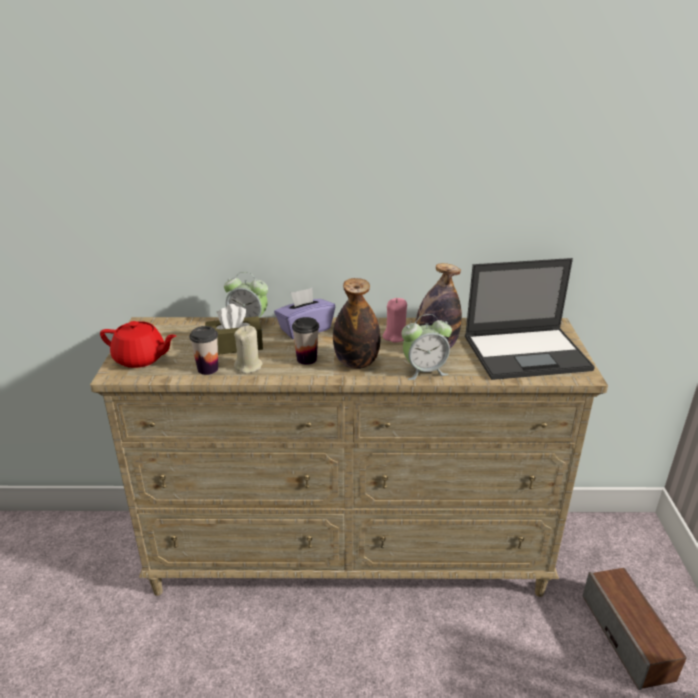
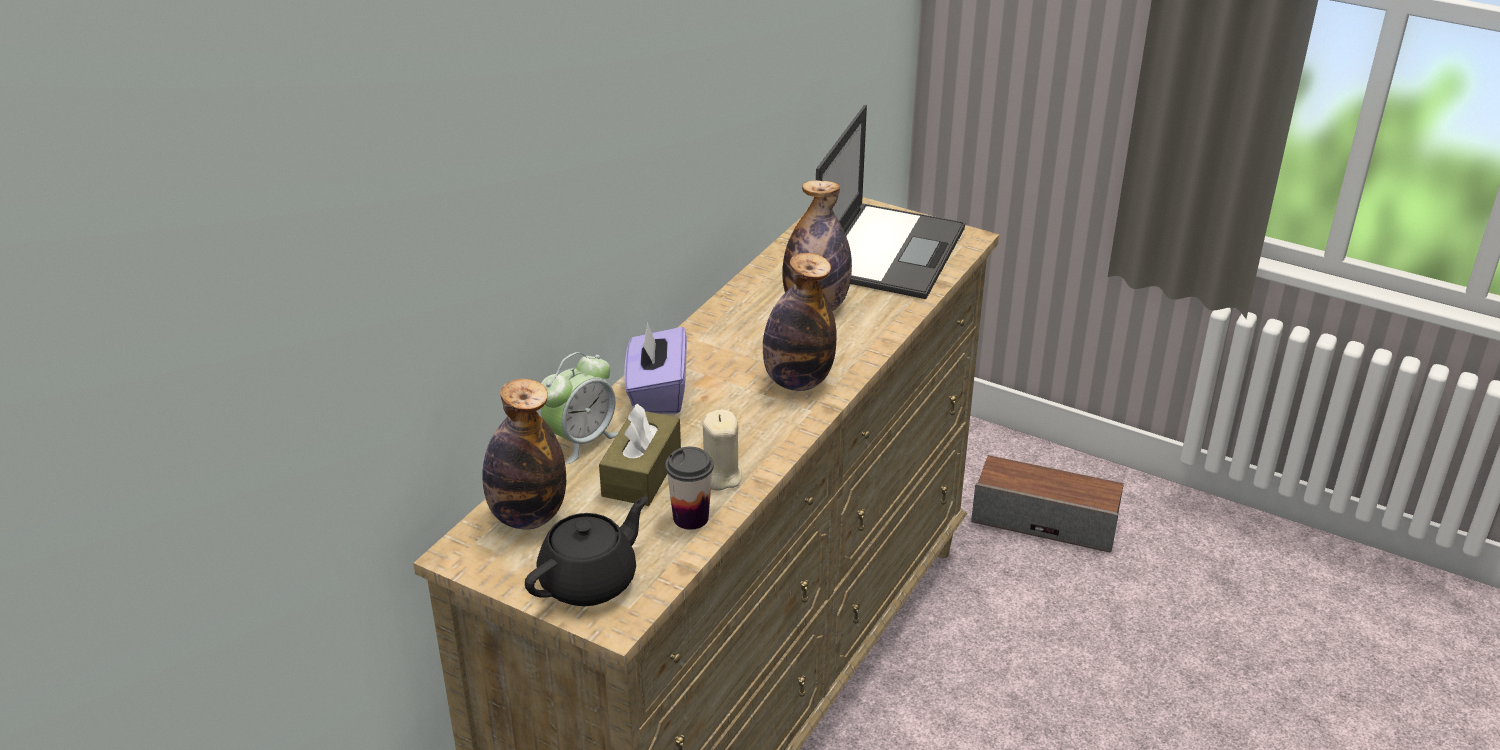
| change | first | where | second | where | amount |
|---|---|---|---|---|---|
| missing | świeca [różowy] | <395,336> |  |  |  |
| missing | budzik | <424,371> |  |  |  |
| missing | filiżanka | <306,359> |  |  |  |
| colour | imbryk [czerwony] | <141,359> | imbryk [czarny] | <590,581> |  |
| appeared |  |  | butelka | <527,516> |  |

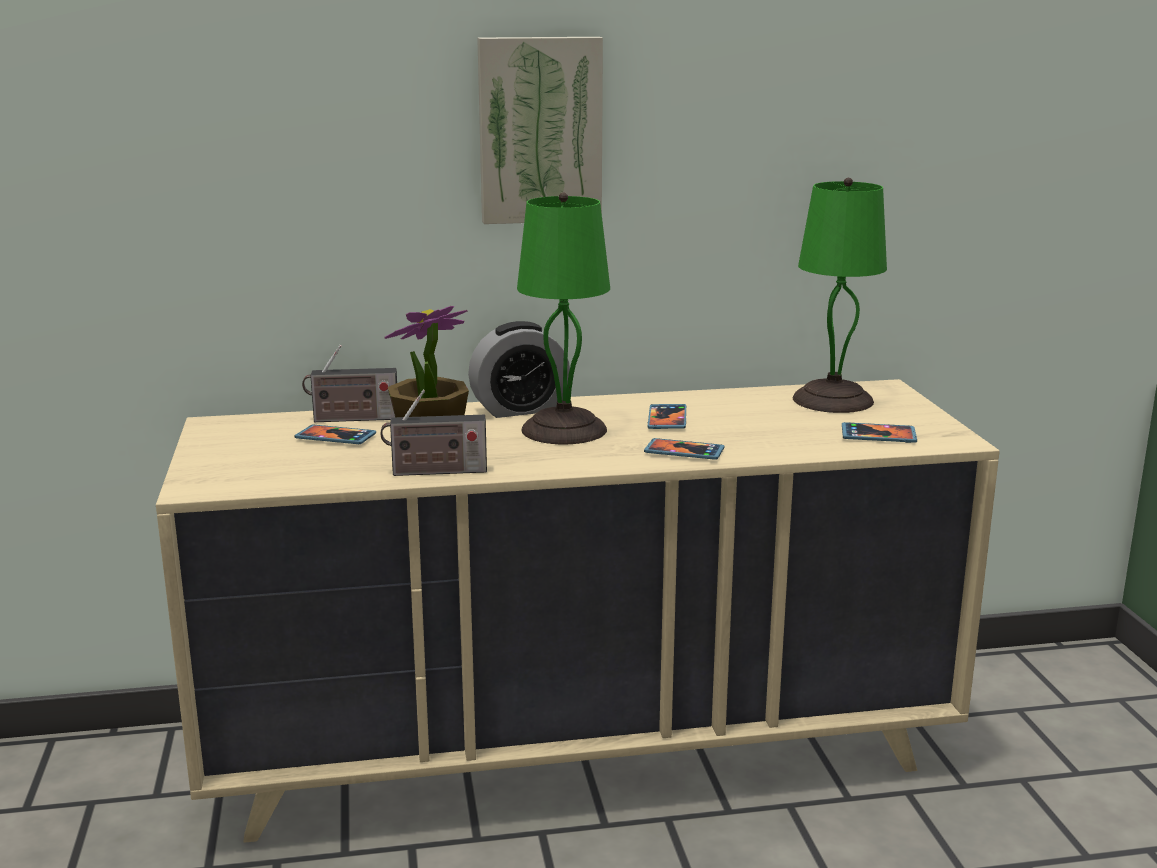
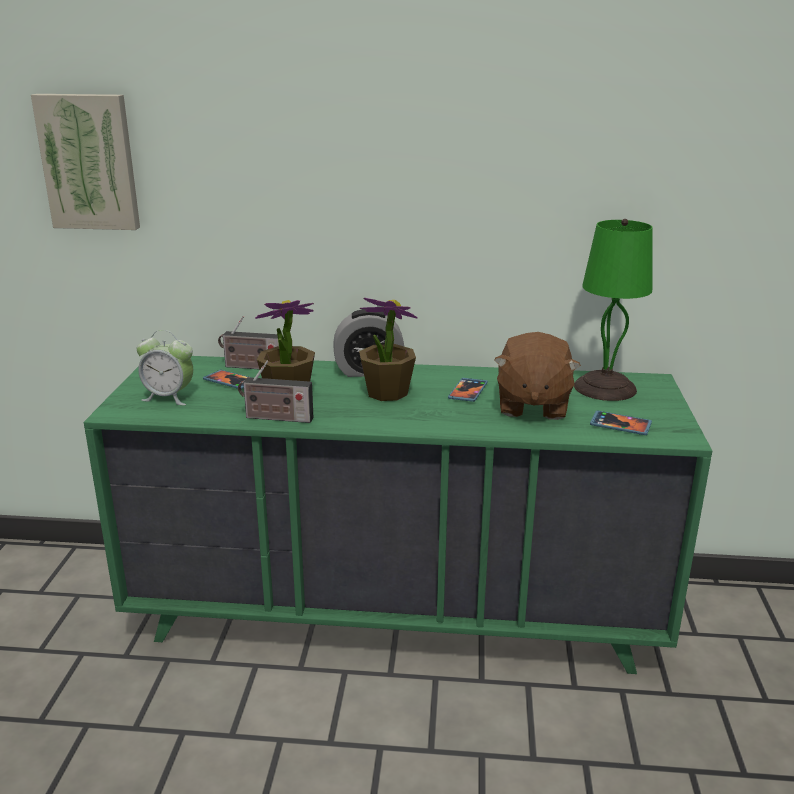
| change | first | where | second | where | amount |
|---|---|---|---|---|---|
| relocated | obraz | <539,130> |  | <90,162> |  |
| exchanged | lampa stołowa [zielony] | <562,430> | roślina doniczkowa | <386,392> |  |
| colour | komoda [beżowy] | <580,750> | komoda [zielony] | <397,613> |  |
| missing | telefon | <684,452> |  |  |  |
| appeared |  |  | budzik | <169,397> |  |
| appeared |  |  | pluszak [brązowy] | <532,405> |  |

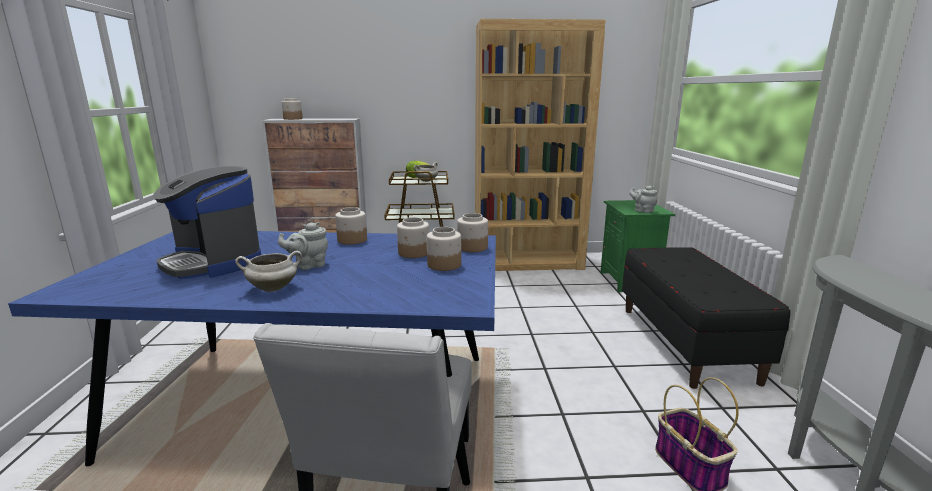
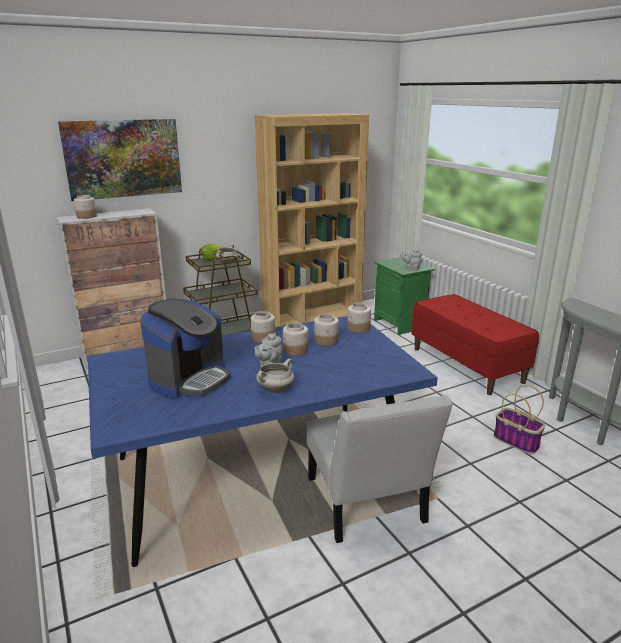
| change | first | where | second | where | amount |
|---|---|---|---|---|---|
| spun | ekspres do kawy | <213,262> |  | <189,379> | 75 degrees counterclockwise |
| relocated | słoik | <444,265> |  | <295,350> |  |
| colour | ławka [czarny] | <686,343> | ławka [czerwony] | <467,365> |  |
| appeared |  |  | obraz | <123,158> |  |

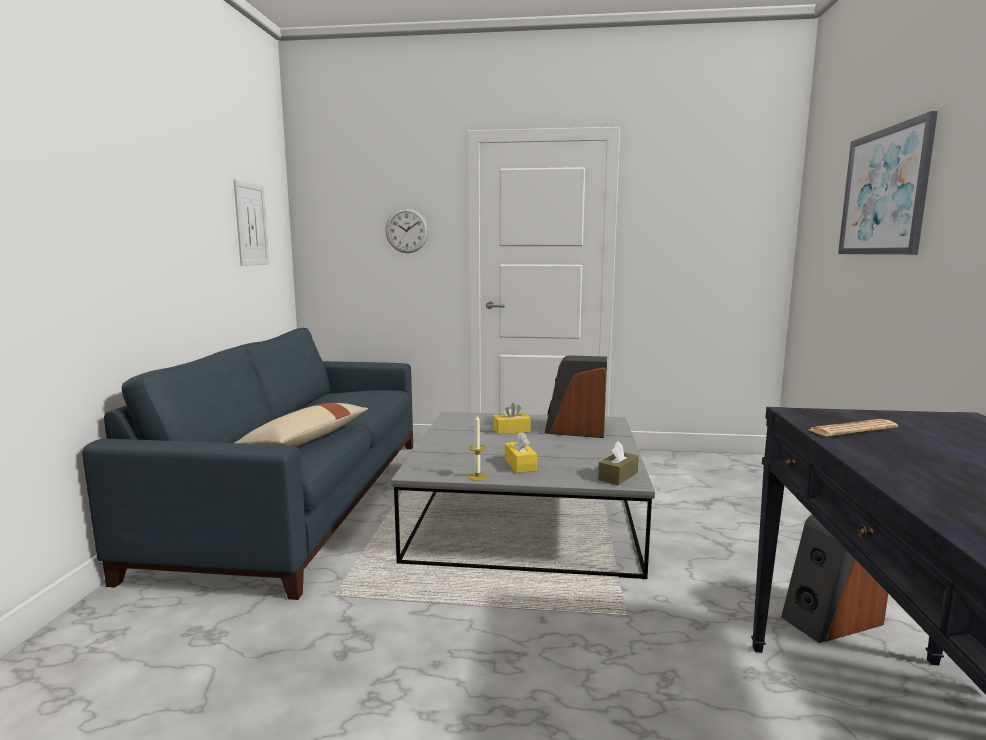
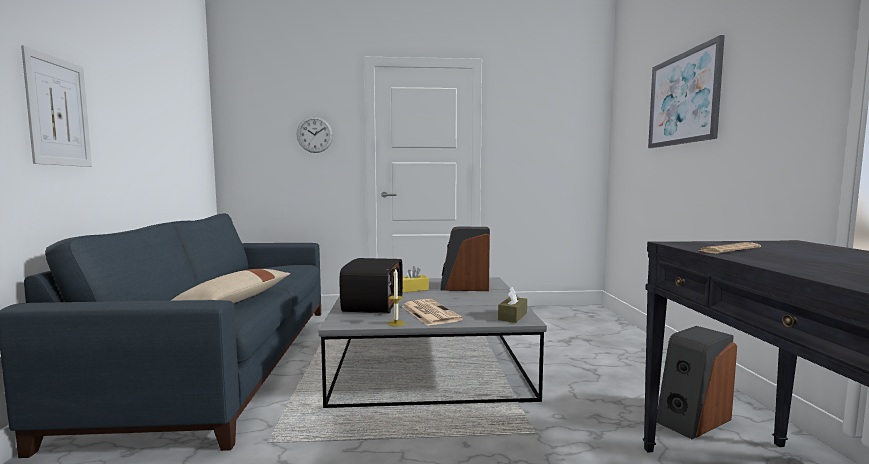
| change | first | where | second | where | amount |
|---|---|---|---|---|---|
| relocated | obraz | <251,224> |  | <58,111> |  |
| exchanged | pudełko chusteczek [żółty] | <520,465> | gazeta | <429,313> |  |
| appeared |  |  | radio | <372,304> |  |

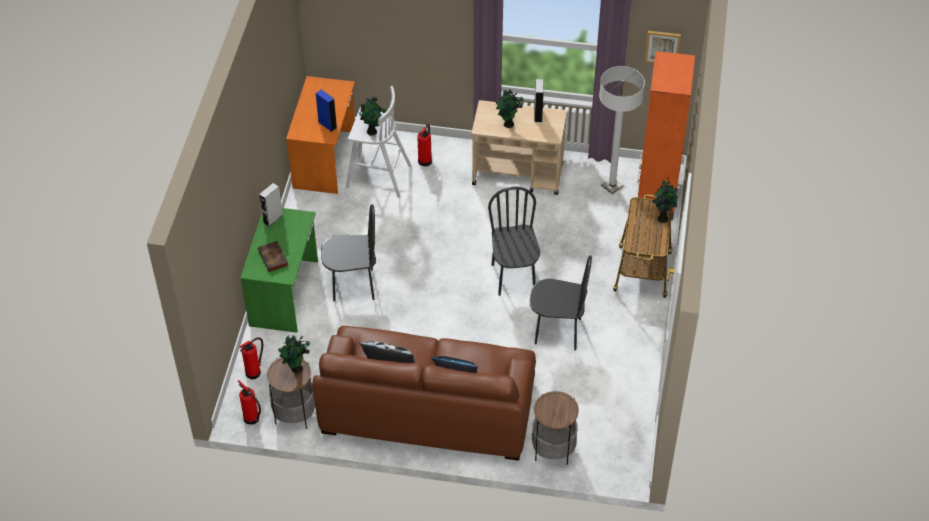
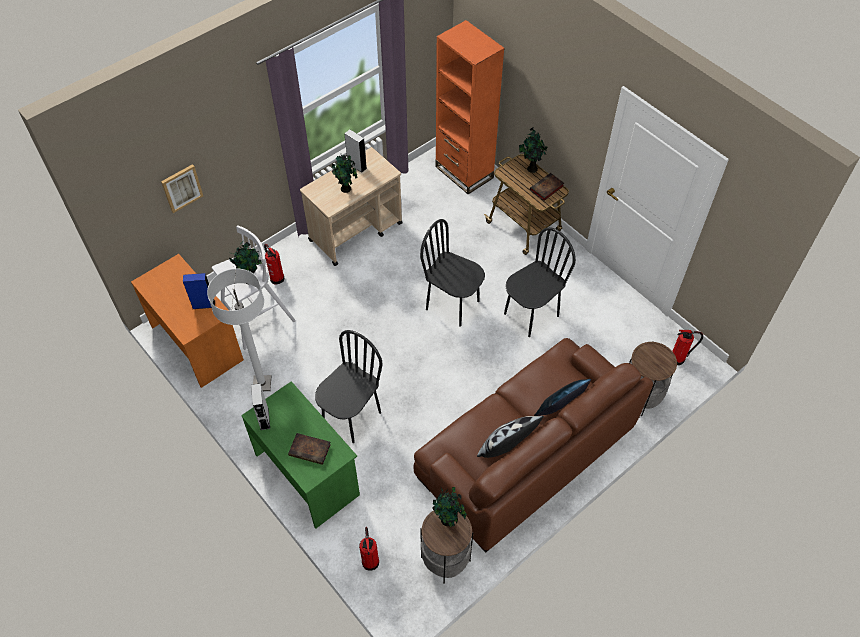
| change | first | where | second | where | amount |
|---|---|---|---|---|---|
| relocated | obraz | <662,47> |  | <181,188> |  |
| relocated | lampa stojąca [biały] | <612,186> |  | <262,384> |  |
| relocated | gaśnica | <252,419> |  | <678,359> |  |
| appeared |  |  | książka | <546,189> |  |

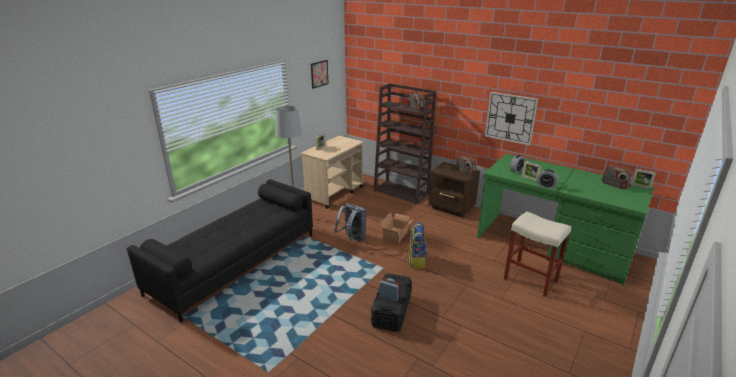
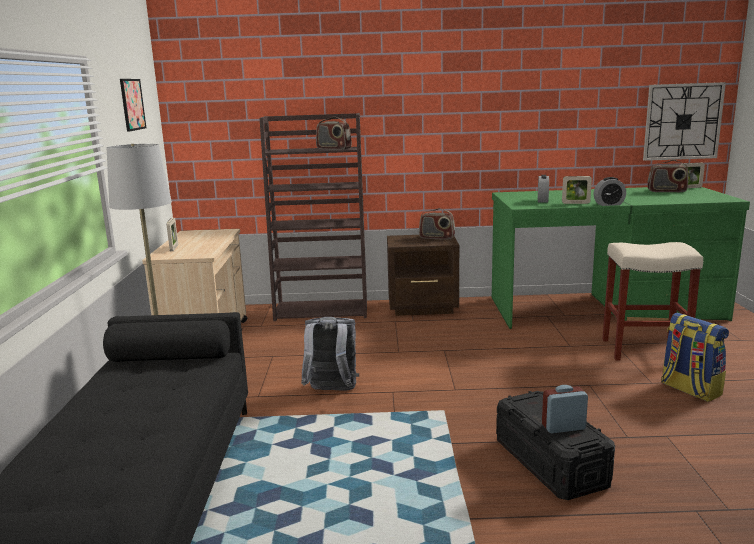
| change | first | where | second | where | amount |
|---|---|---|---|---|---|
| relocated | zegar ścienny | <510,118> |  | <682,121> |  |
| missing | karton | <396,235> |  |  |  |
| relocated | plecak | <416,261> |  | <689,390> |  |

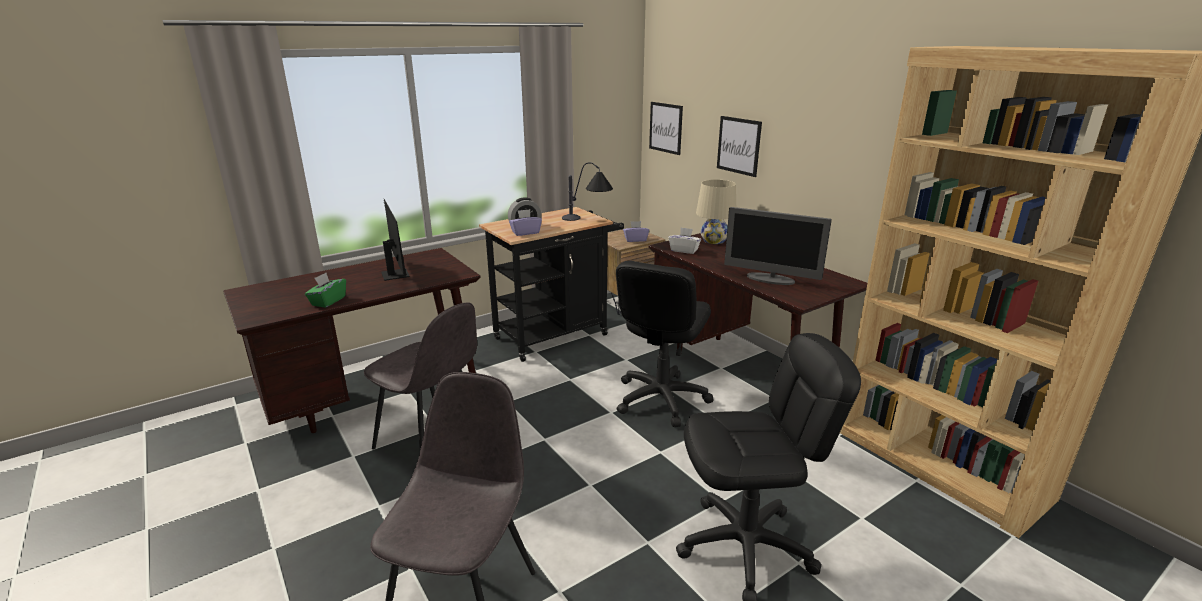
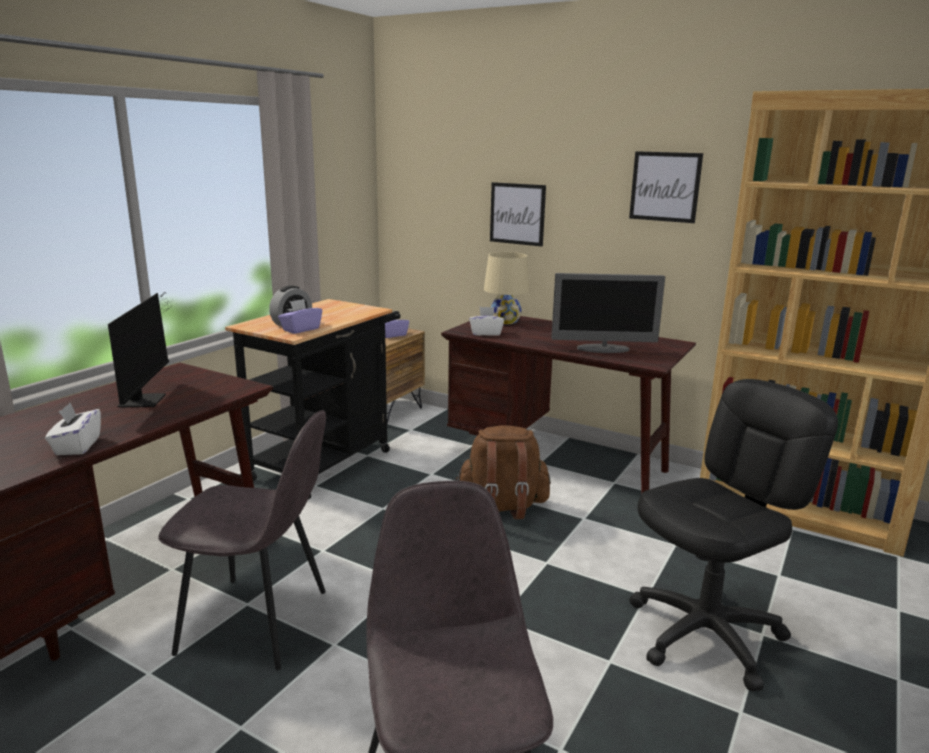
| change | first | where | second | where | amount |
|---|---|---|---|---|---|
| relocated | obraz | <665,128> |  | <665,187> |  |
| missing | lampa stołowa | <588,220> |  |  |  |
| spun | monitor | <396,273> |  | <146,398> | 45 degrees clockwise |
| exchanged | krzesło biurowe [czarny] | <661,399> | plecak [brązowy] | <502,507> |  |
| colour | pudełko chusteczek [zielony] | <328,301> | pudełko chusteczek [biały] | <77,446> |  |

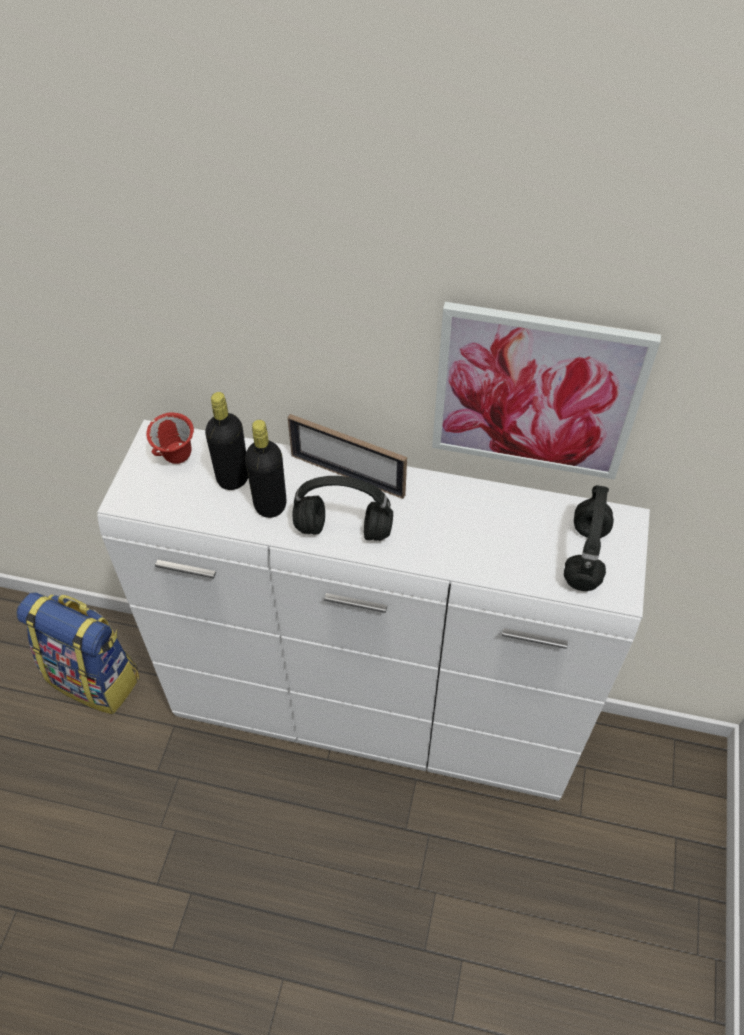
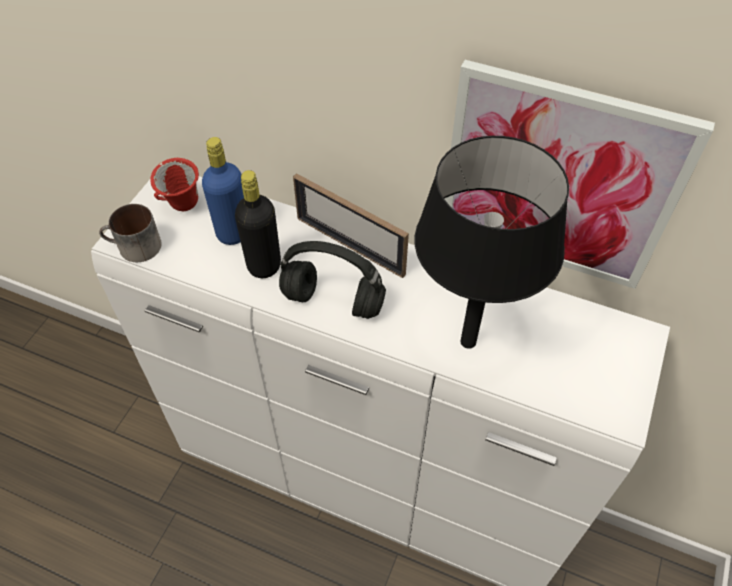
| change | first | where | second | where | amount |
|---|---|---|---|---|---|
| colour | butelka [czarny] | <233,478> | butelka [niebieski] | <233,233> |  |
| missing | słuchawki [czarny] | <585,557> |  |  |  |
| missing | plecak | <95,678> |  |  |  |
| appeared |  |  | lampa stołowa [czarny] | <468,342> |  |
| appeared |  |  | kubek | <134,248> |  |

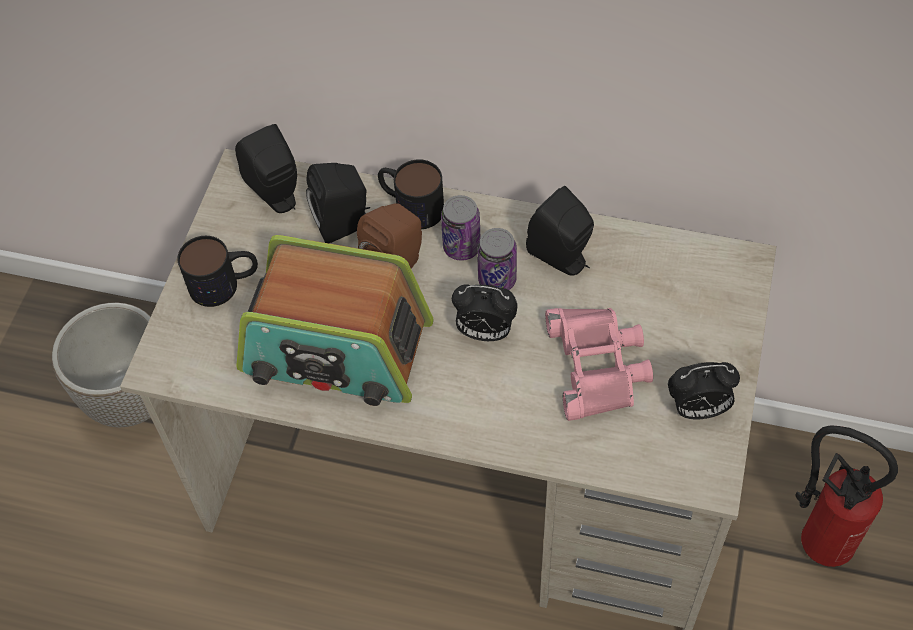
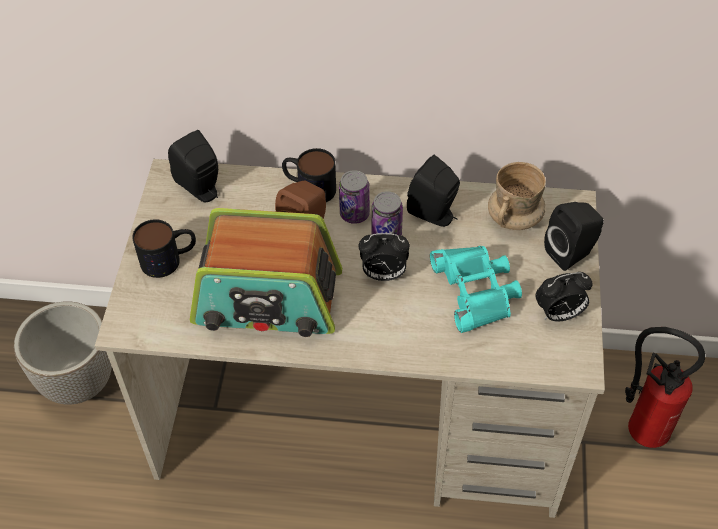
| change | first | where | second | where | amount |
|---|---|---|---|---|---|
| relocated | głośnik [czarny] | <345,224> |  | <572,253> |  |
| colour | lornetka [różowy] | <598,365> | lornetka [turkusowy] | <476,290> |  |
| appeared |  |  | kubek [beżowy] | <514,219> |  |

